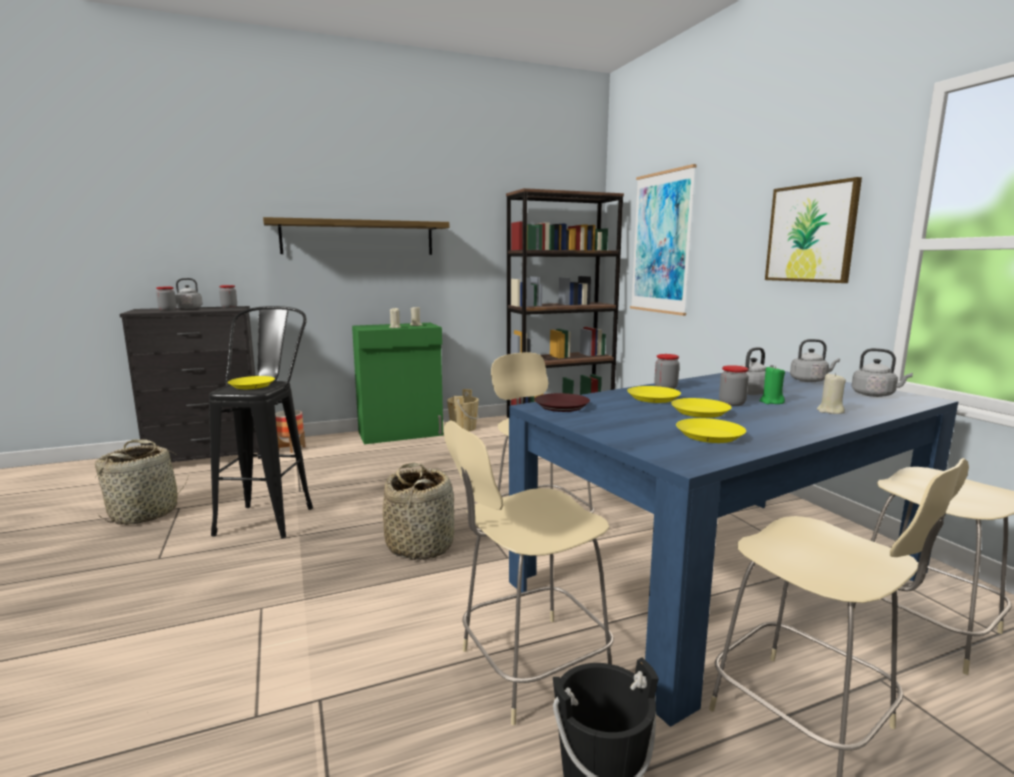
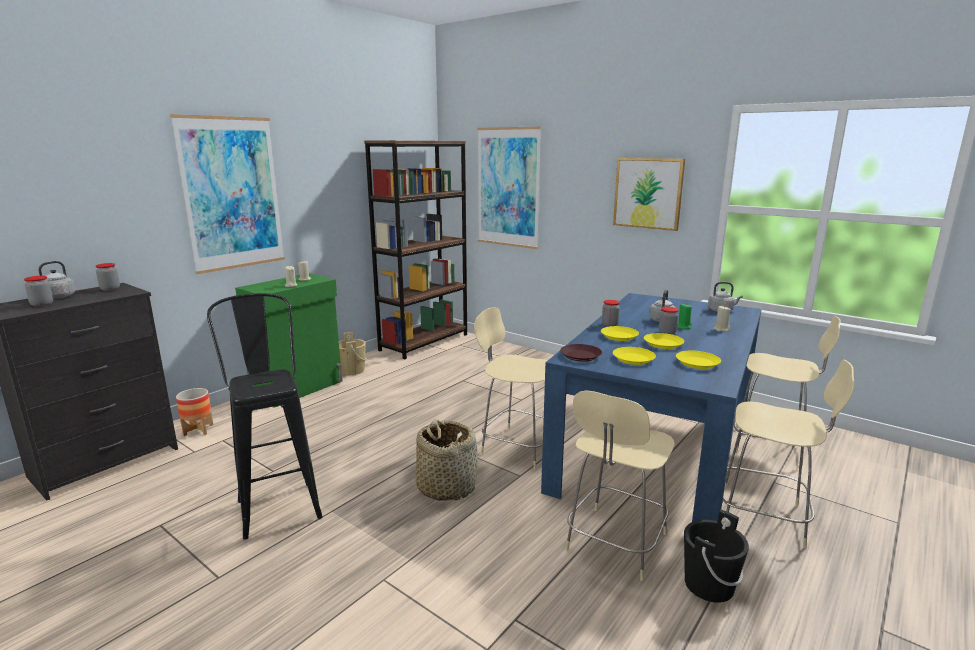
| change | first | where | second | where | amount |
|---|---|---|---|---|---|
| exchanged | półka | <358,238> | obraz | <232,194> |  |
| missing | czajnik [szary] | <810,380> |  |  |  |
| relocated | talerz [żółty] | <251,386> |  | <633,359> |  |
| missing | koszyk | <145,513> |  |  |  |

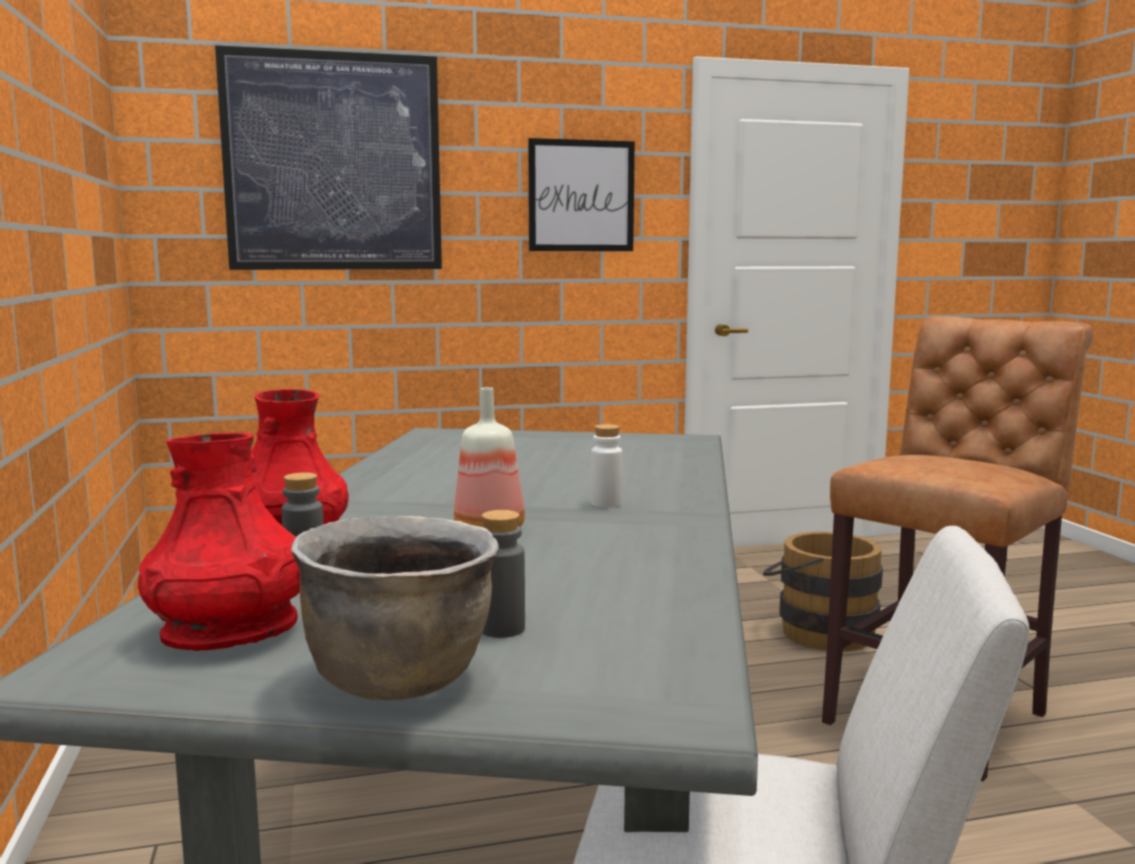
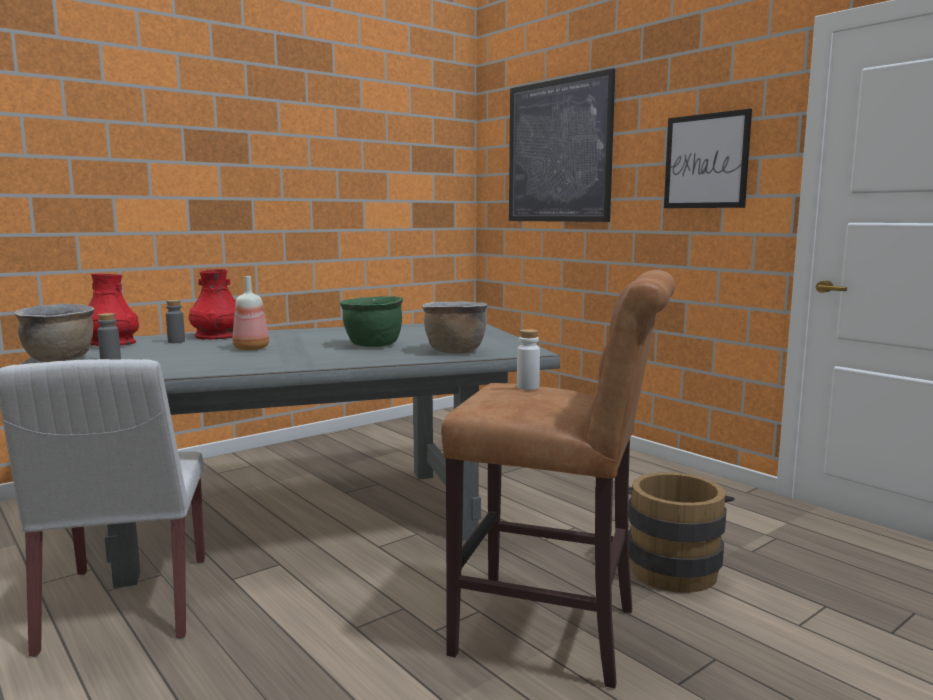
| change | first | where | second | where | amount |
|---|---|---|---|---|---|
| relocated | butelka [biały] | <606,504> |  | <527,387> |  |
| appeared |  |  | garnek [zielony] | <373,345> |  |
| appeared |  |  | garnek [brązowy] | <454,351> |  |

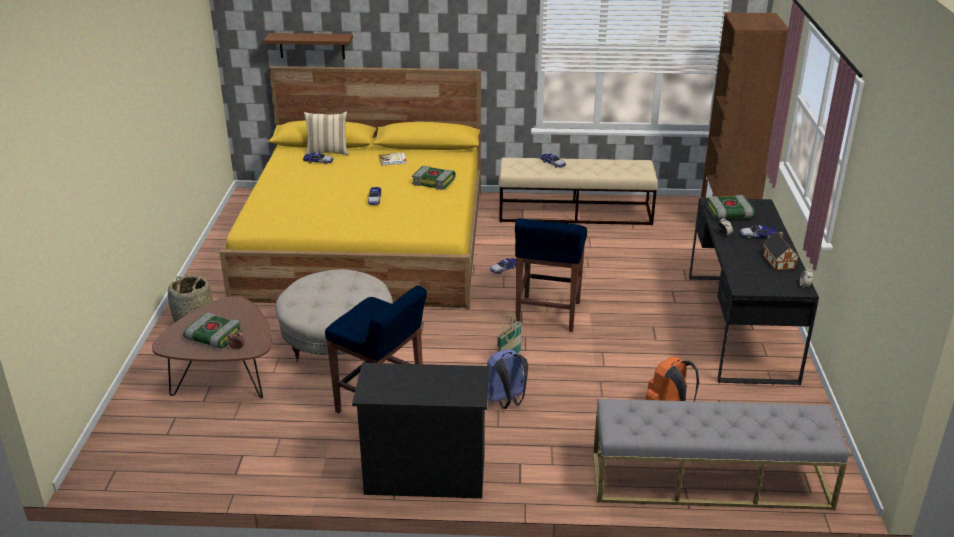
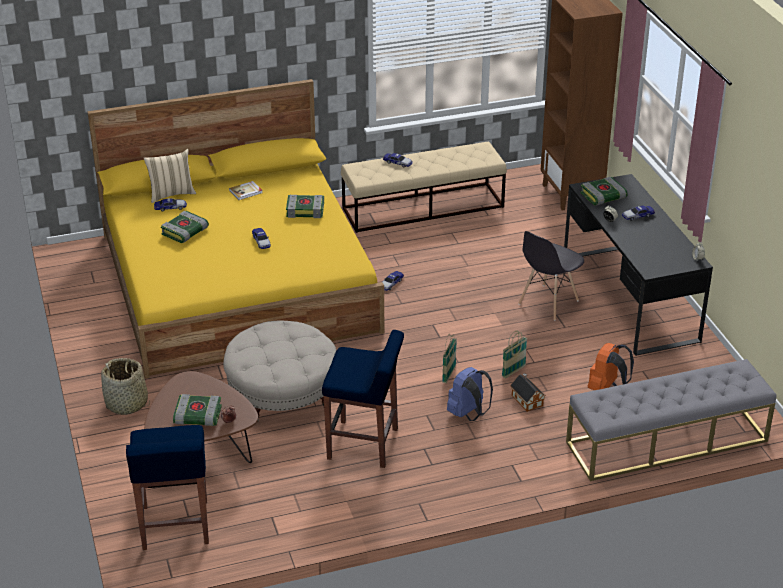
| change | first | where | second | where | amount |
|---|---|---|---|---|---|
| missing | półka [brązowy] | <312,45> |  |  |  |
| relocated | stołek [niebieski] | <547,314> |  | <175,526> |  |
| relocated | domek | <778,261> |  | <526,399> |  |
| missing | komoda [czarny] | <424,475> |  |  |  |
| appeared |  |  | książka | <185,232> |  |
| appeared |  |  | krzesło [szary] | <548,302> |  |
| appeared |  |  | koszyk | <513,371> |  |

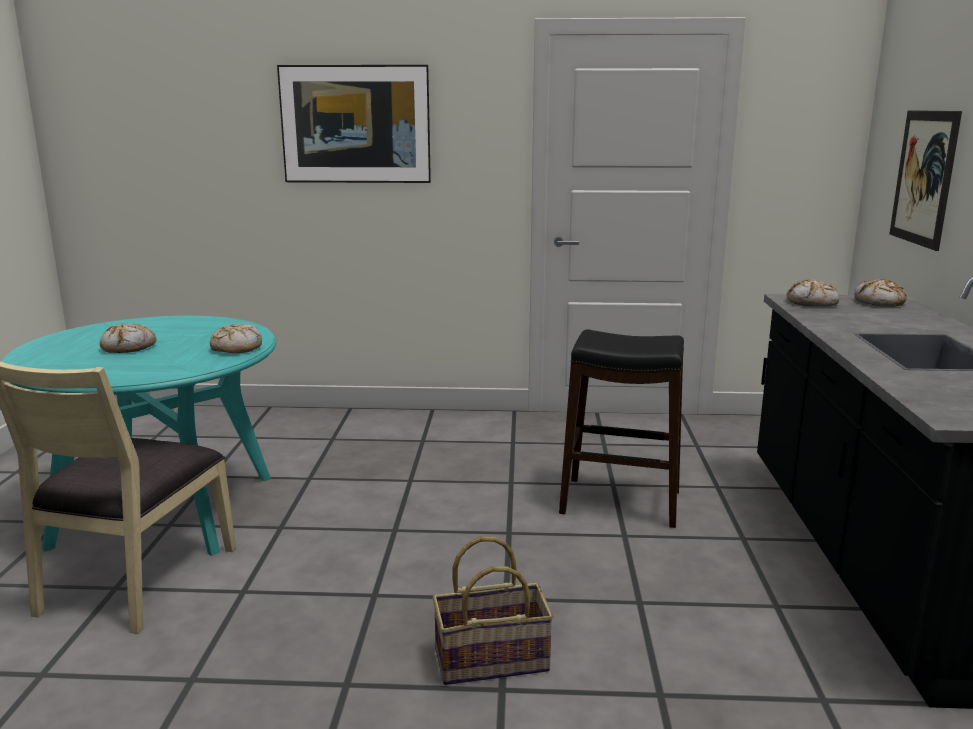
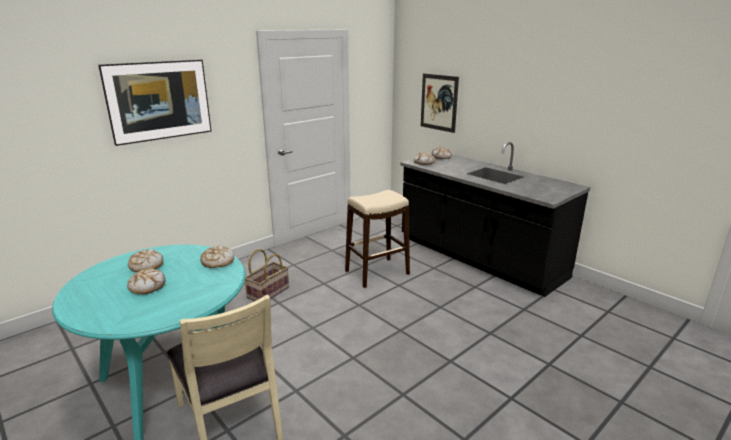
| change | first | where | second | where | amount |
|---|---|---|---|---|---|
| colour | stołek [czarny] | <621,502> | stołek [beżowy] | <377,272> |  |
| relocated | koszyk | <492,659> |  | <268,292> |  |
| appeared |  |  | chleb | <146,266> |  |

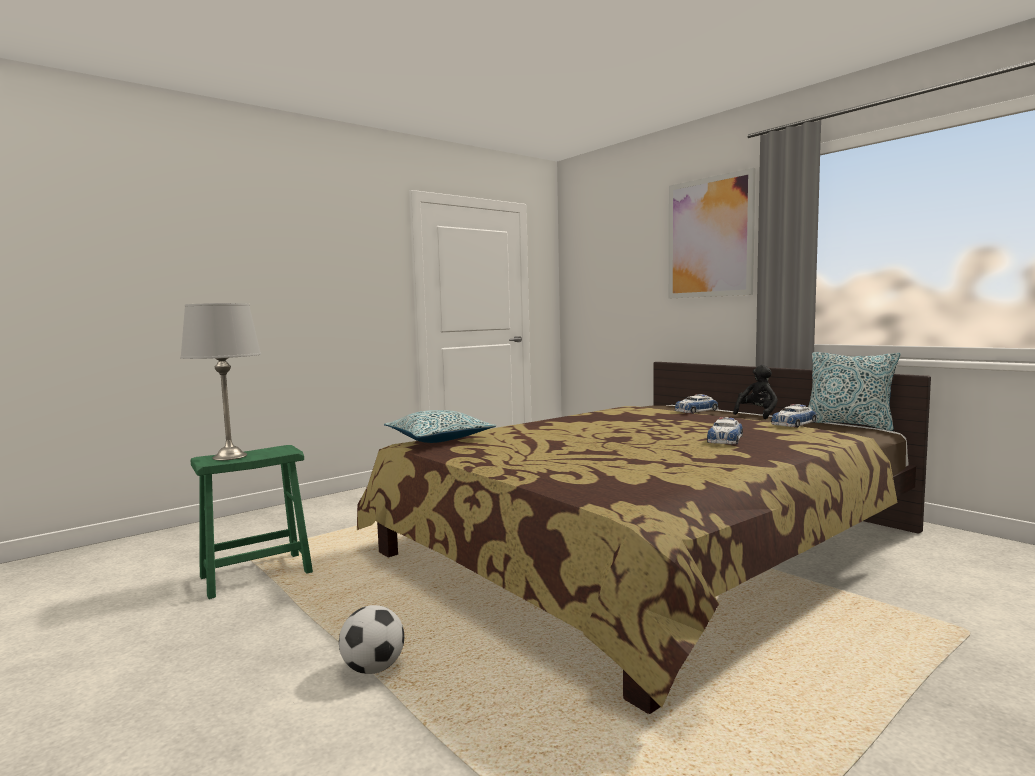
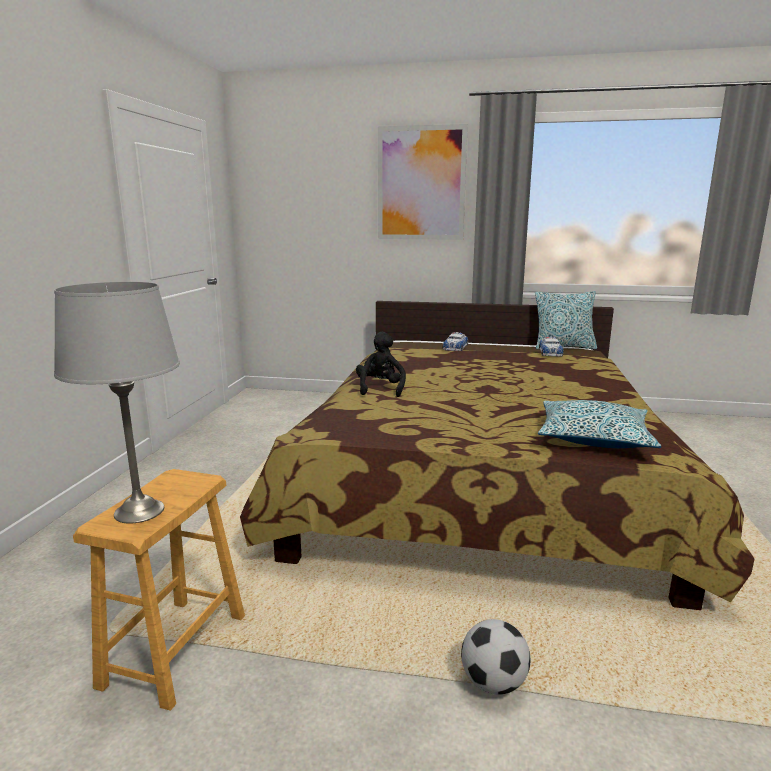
| change | first | where | second | where | amount |
|---|---|---|---|---|---|
| relocated | pluszak [czarny] | <757,414> |  | <380,389> |  |
| relocated | poduszka | <439,439> |  | <593,437> |  |
| missing | samochodzik | <725,439> |  |  |  |
| colour | stołek [zielony] | <256,575> | stołek [brązowy] | <175,650> |  |

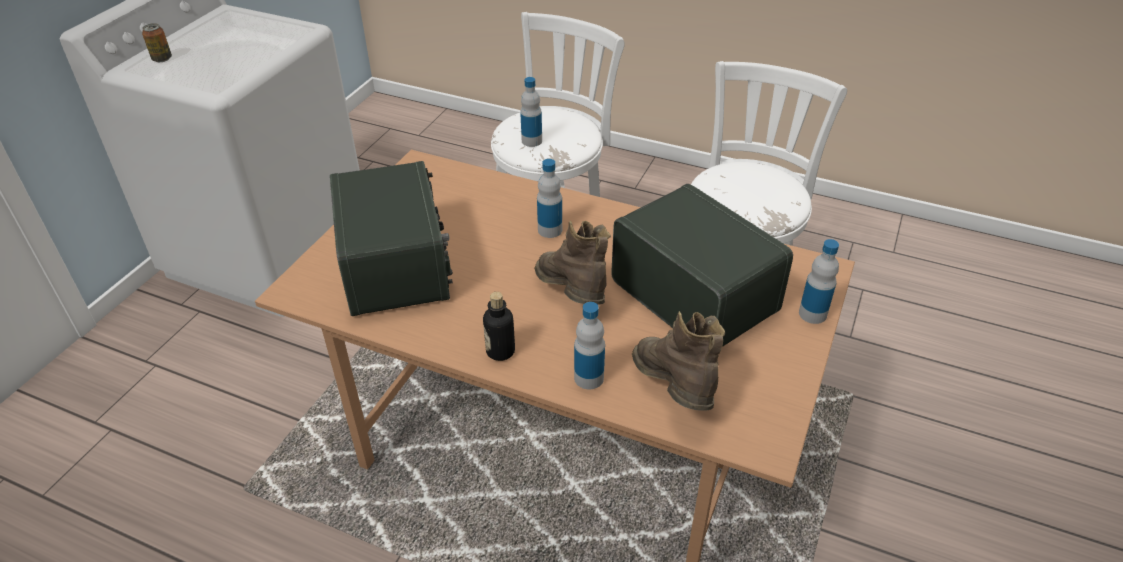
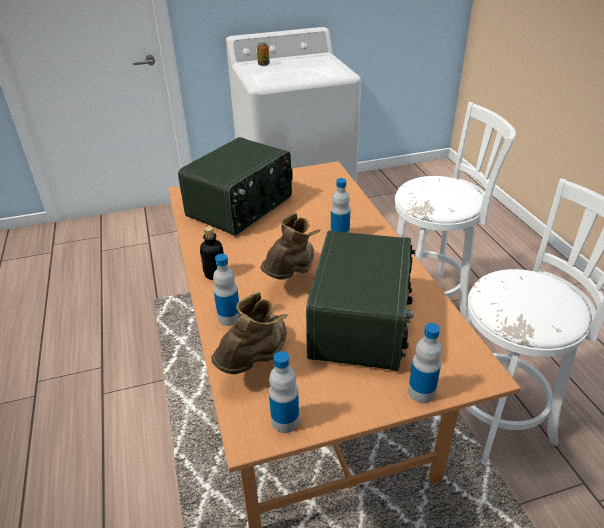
| change | first | where | second | where | amount |
|---|---|---|---|---|---|
| relocated | butelka | <532,141> |  | <285,421> |  |

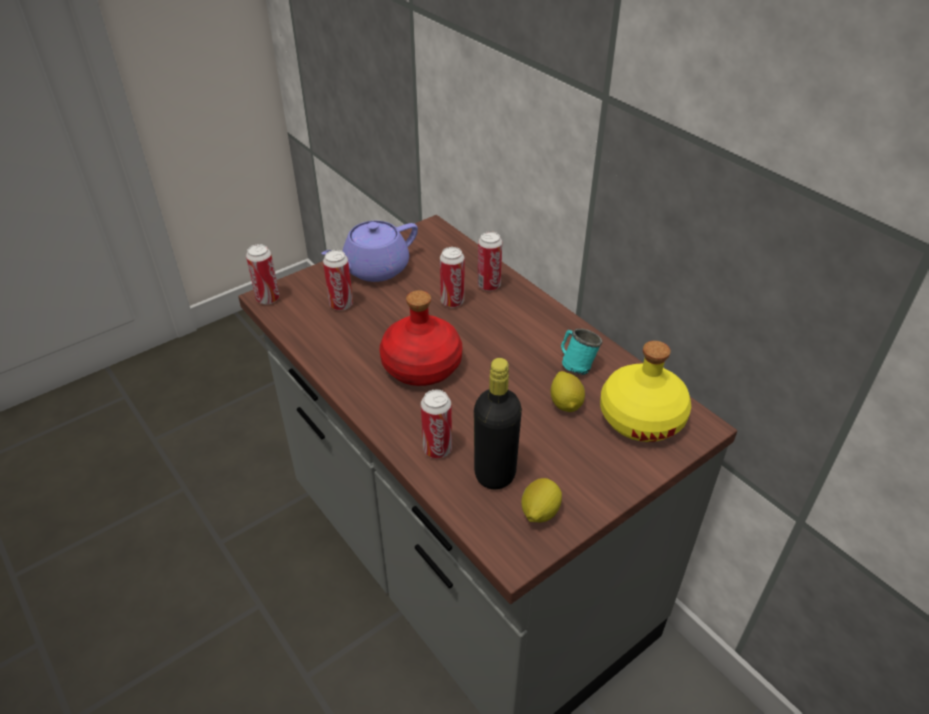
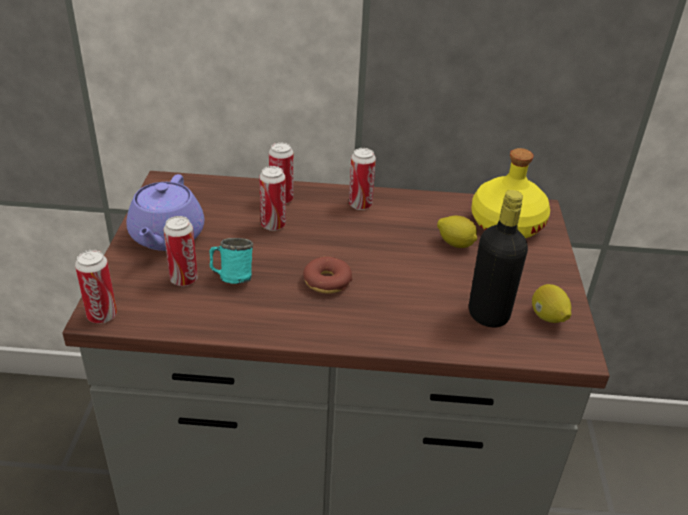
| change | first | where | second | where | amount |
|---|---|---|---|---|---|
| exchanged | butelka [czerwony] | <422,366> | donut | <327,282> |  |
| relocated | kubek [turkusowy] | <575,364> |  | <232,278> |  |
| relocated | puszka | <437,449> |  | <360,205> |  |

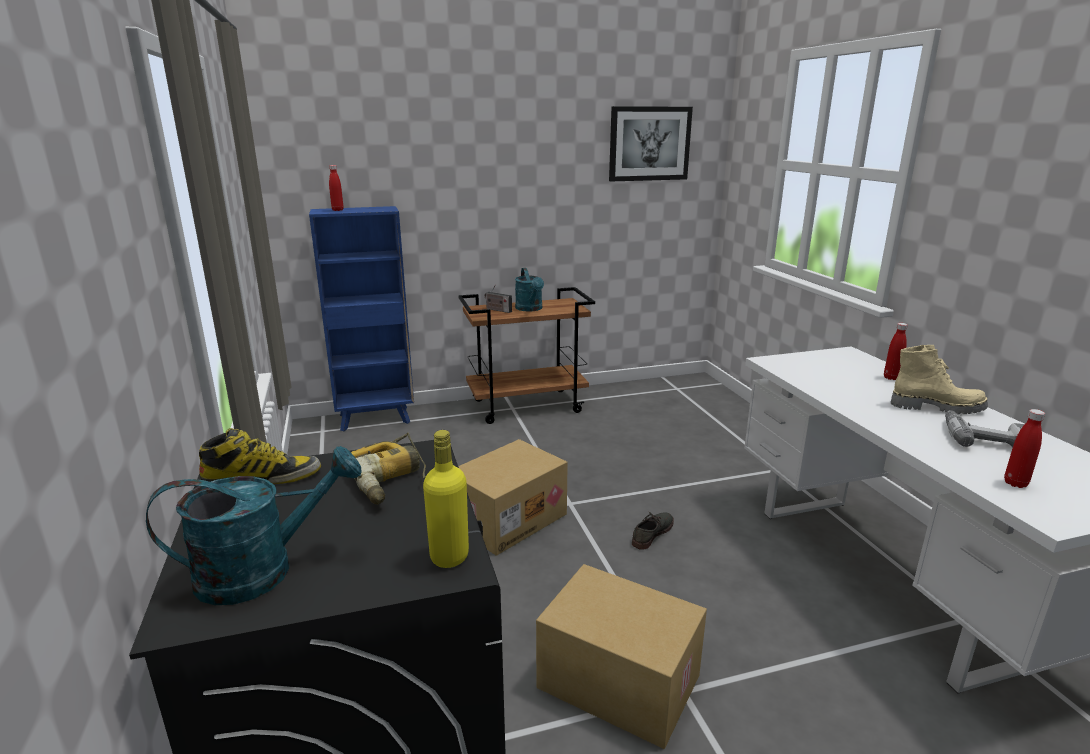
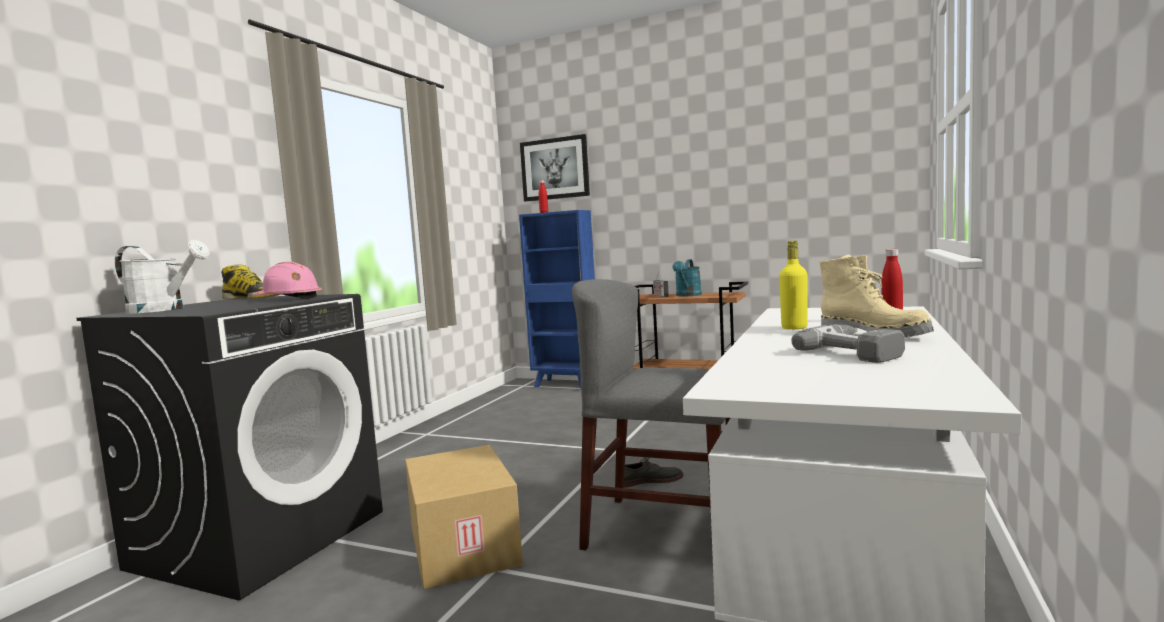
| change | first | where | second | where | amount |
|---|---|---|---|---|---|
| relocated | obraz | <649,144> |  | <555,169> |  |
| missing | butelka [czerwony] | <1015,483> |  |  |  |
| relocated | butelka [żółty] | <449,556> |  | <794,328> |  |
| exchanged | wiertarka | <390,478> | kask [różowy] | <289,299> |  |
| missing | karton | <508,518> |  |  |  |
| colour | konewka [turkusowy] | <263,570> | konewka [biały] | <164,310> |  |
| appeared |  |  | krzesło [szary] | <663,530> |  |

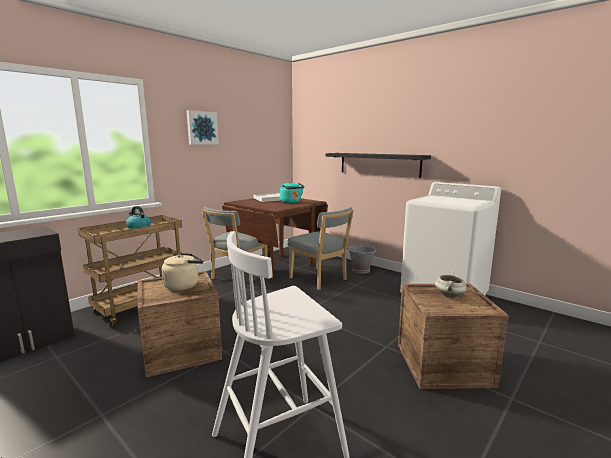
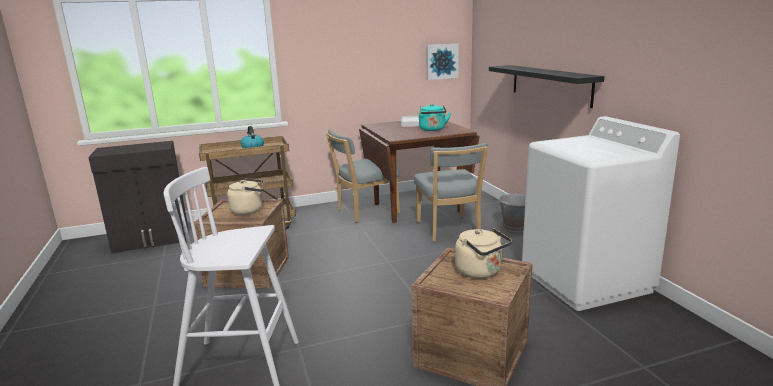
| change | first | where | second | where | amount |
|---|---|---|---|---|---|
| relocated | obraz | <202,128> |  | <441,61> |  |
| exchanged | garnek [biały] | <450,296> | czajnik [beżowy] | <481,272> |  |

